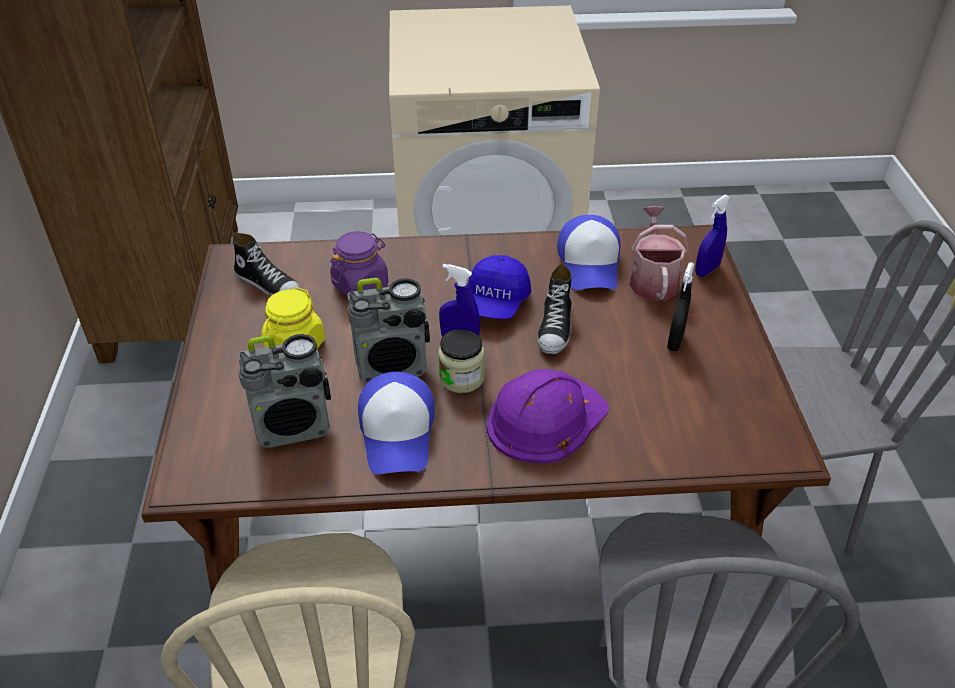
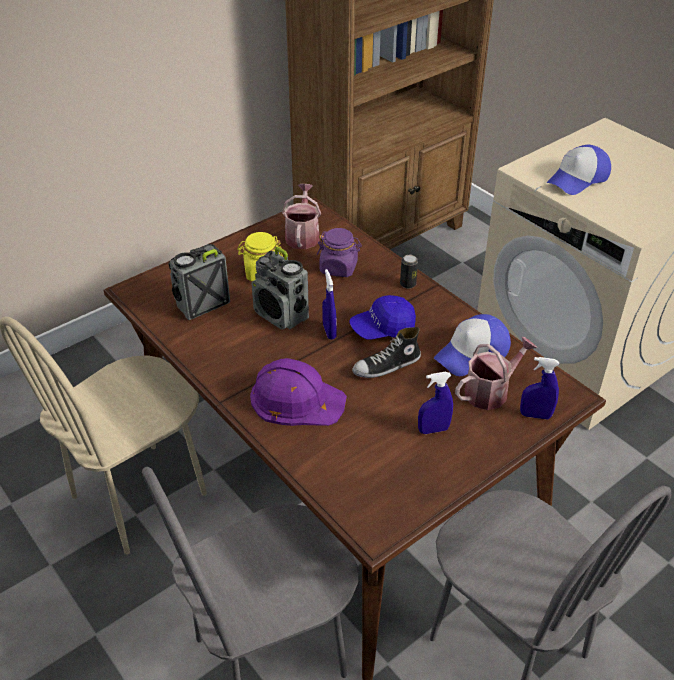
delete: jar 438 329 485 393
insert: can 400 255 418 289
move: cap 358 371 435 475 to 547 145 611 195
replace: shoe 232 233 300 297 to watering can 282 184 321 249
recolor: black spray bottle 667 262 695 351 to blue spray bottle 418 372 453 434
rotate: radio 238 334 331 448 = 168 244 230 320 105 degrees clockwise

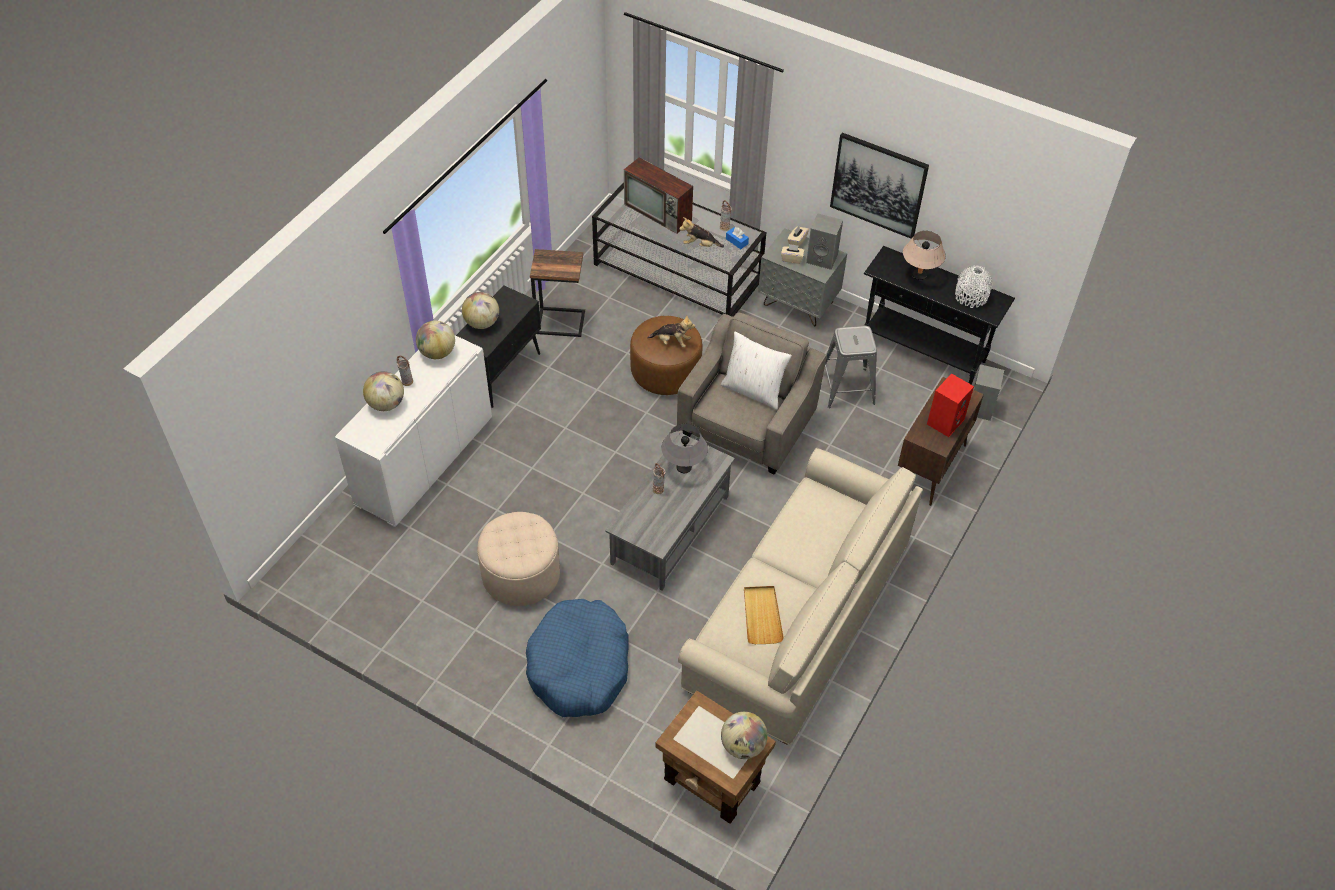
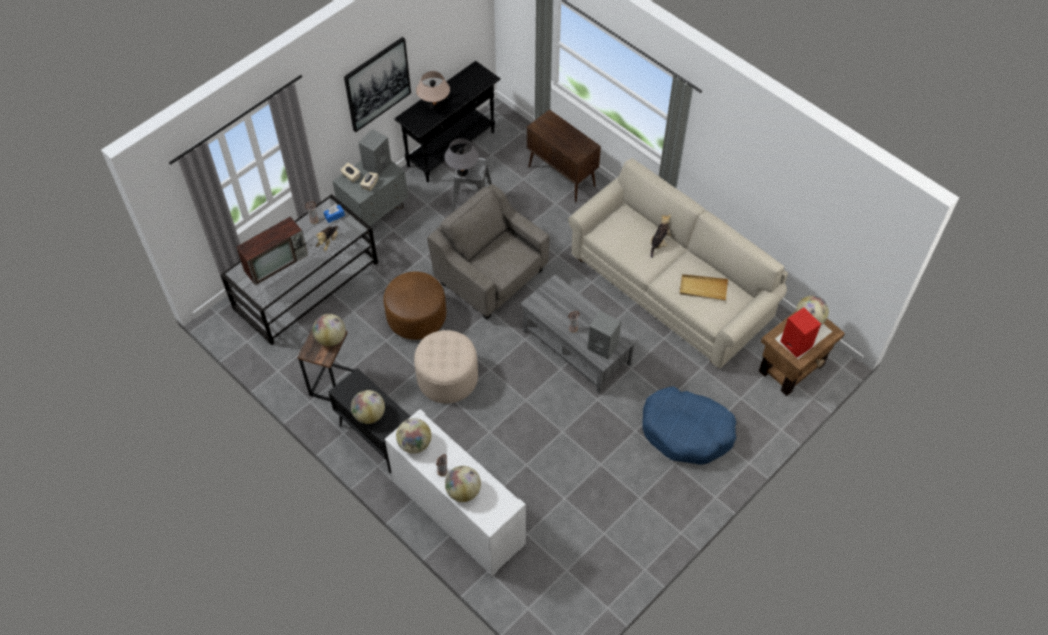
delete: white pillow 721 332 792 410; white vase 955 265 993 308
insert: globe 312 314 346 346
move: beige ottoman 477 512 560 606 to 414 330 478 403; grey table lamp 661 424 708 473 to 444 138 479 176; grey speaker 973 364 1004 421 to 587 311 621 359; plush toy 648 316 695 347 to 650 215 671 258; red speaker 927 373 974 437 to 780 308 821 358

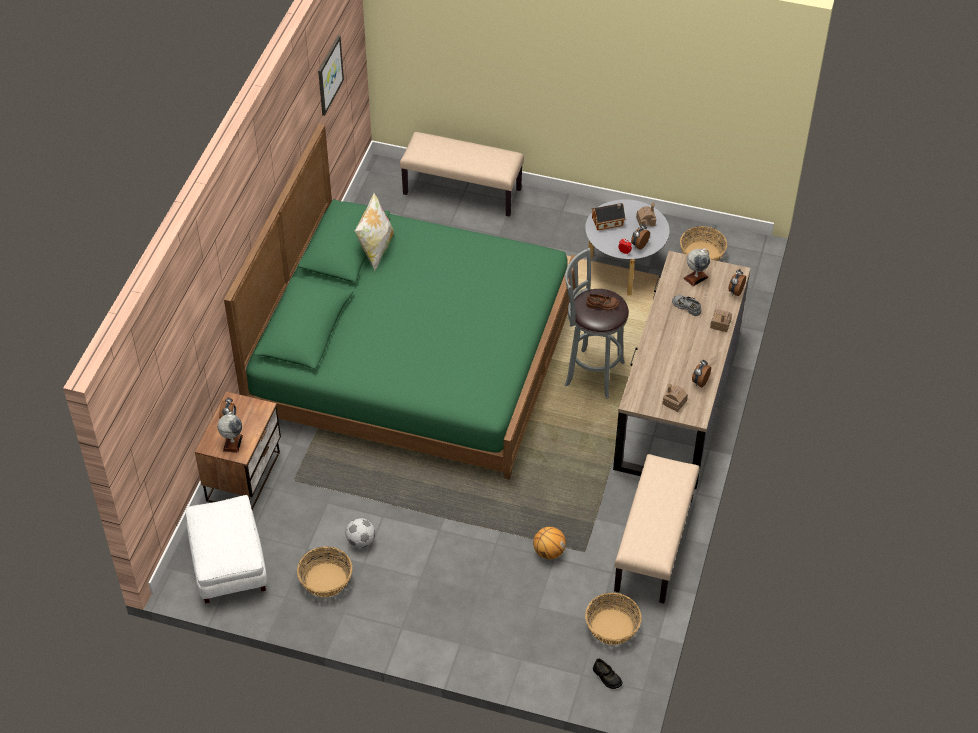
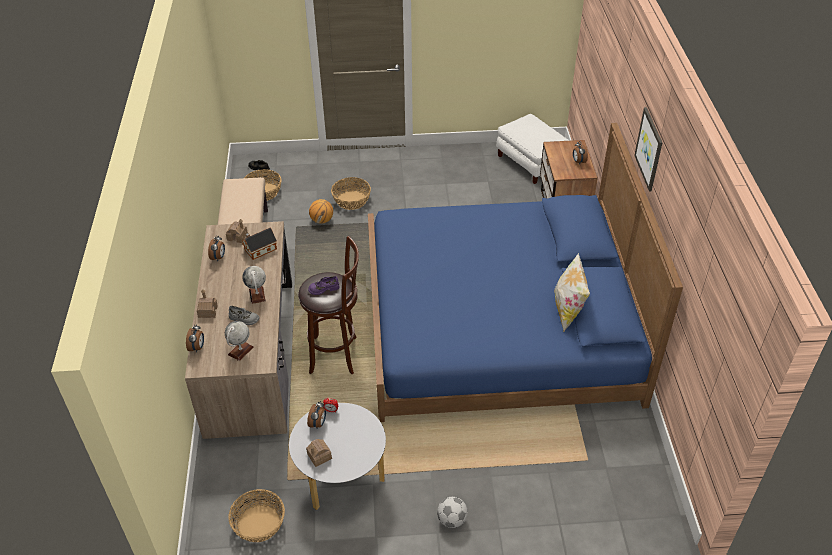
delete: beige bench 400 132 524 217
move: toy house 592 203 625 230 to 242 228 277 260; globe 217 412 243 453 to 242 266 266 304; basket 297 546 352 597 to 331 177 371 210; football 346 518 375 548 to 437 497 468 528; picture 318 35 344 116 to 634 107 662 192
recolor: grey stool 565 248 629 399 to brown stool 298 236 359 374; brown shoe 586 294 619 311 to purple shoe 308 276 339 295; green bed 224 124 576 480 to blue bed 368 123 683 422

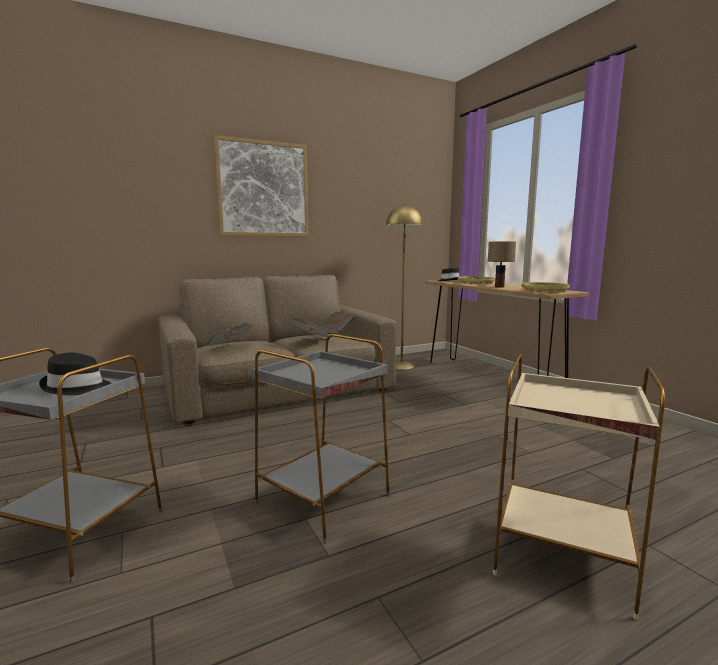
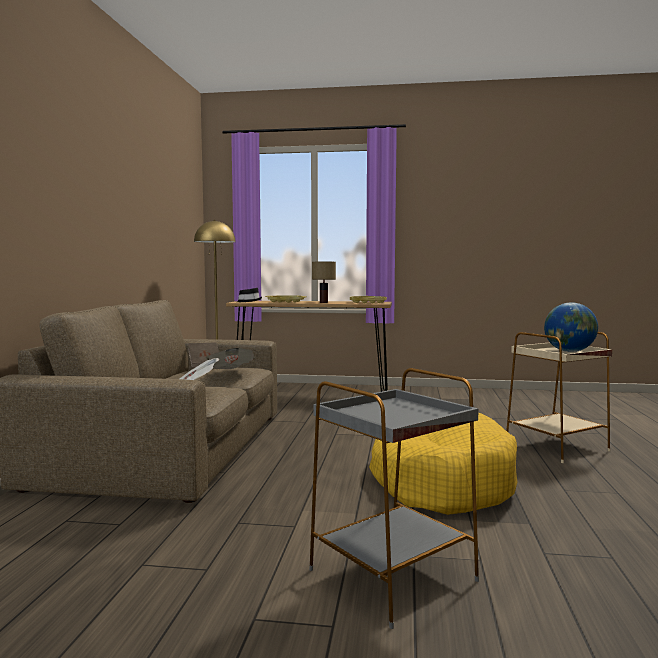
delete: black hat 39 353 112 395; picture 213 135 309 236
insert: globe 544 302 598 352
replace: grey side table 252 334 390 544 to yellow dog bed 369 413 518 515

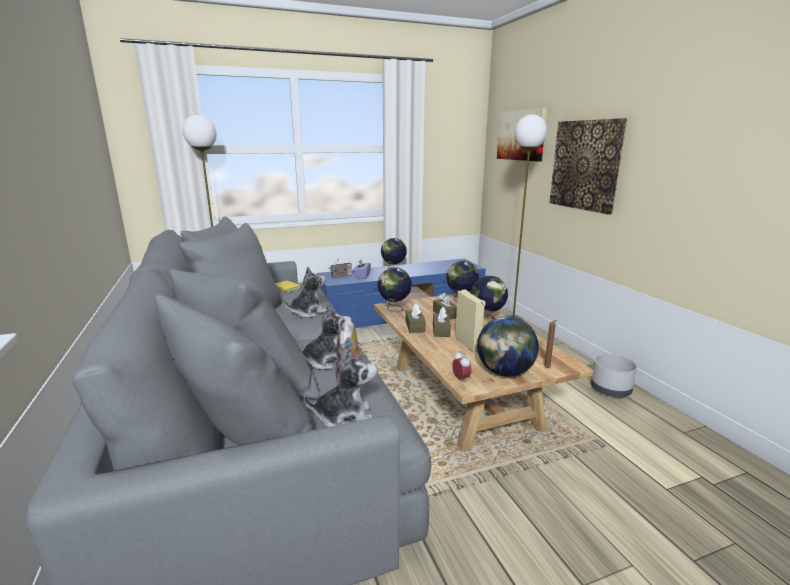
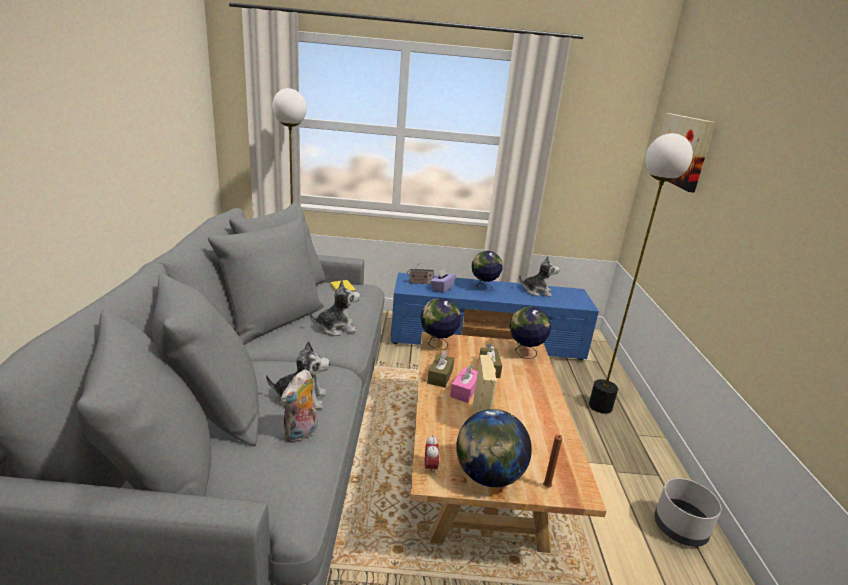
delete: globe 471 276 508 326; picture 549 118 627 215
move: plush toy 304 347 377 427 to 519 256 560 297
recolor: brown tissue box 433 307 451 337 to pink tissue box 450 364 478 403

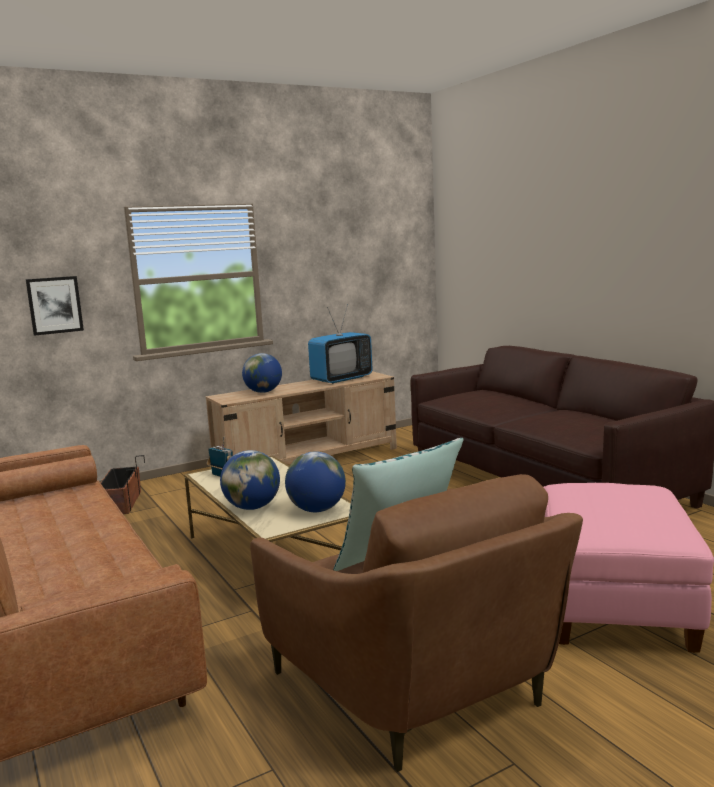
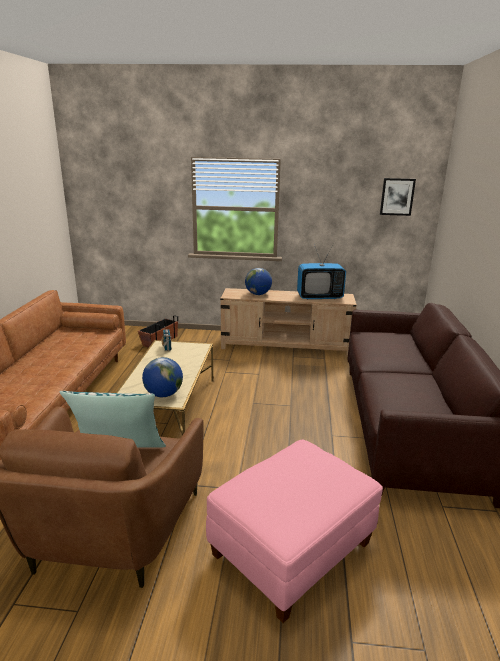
delete: globe 220 450 280 510
move: picture 25 276 84 336 to 380 178 416 216

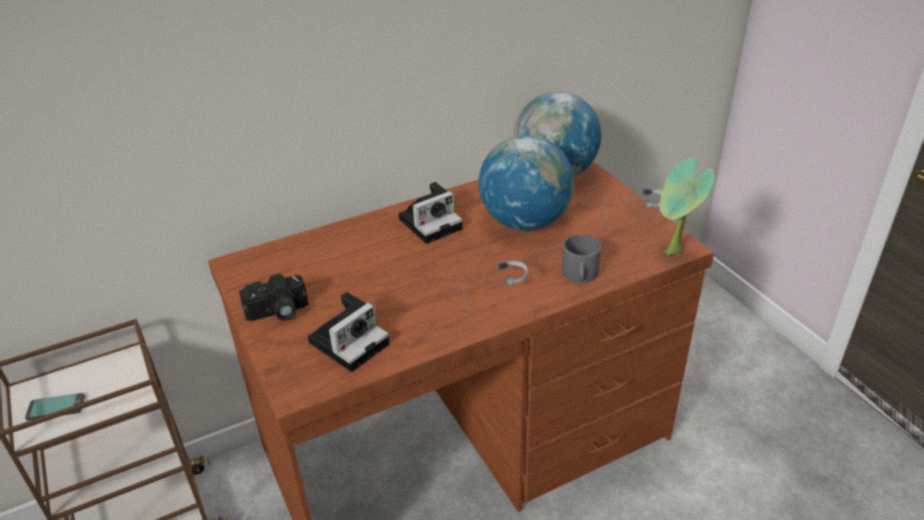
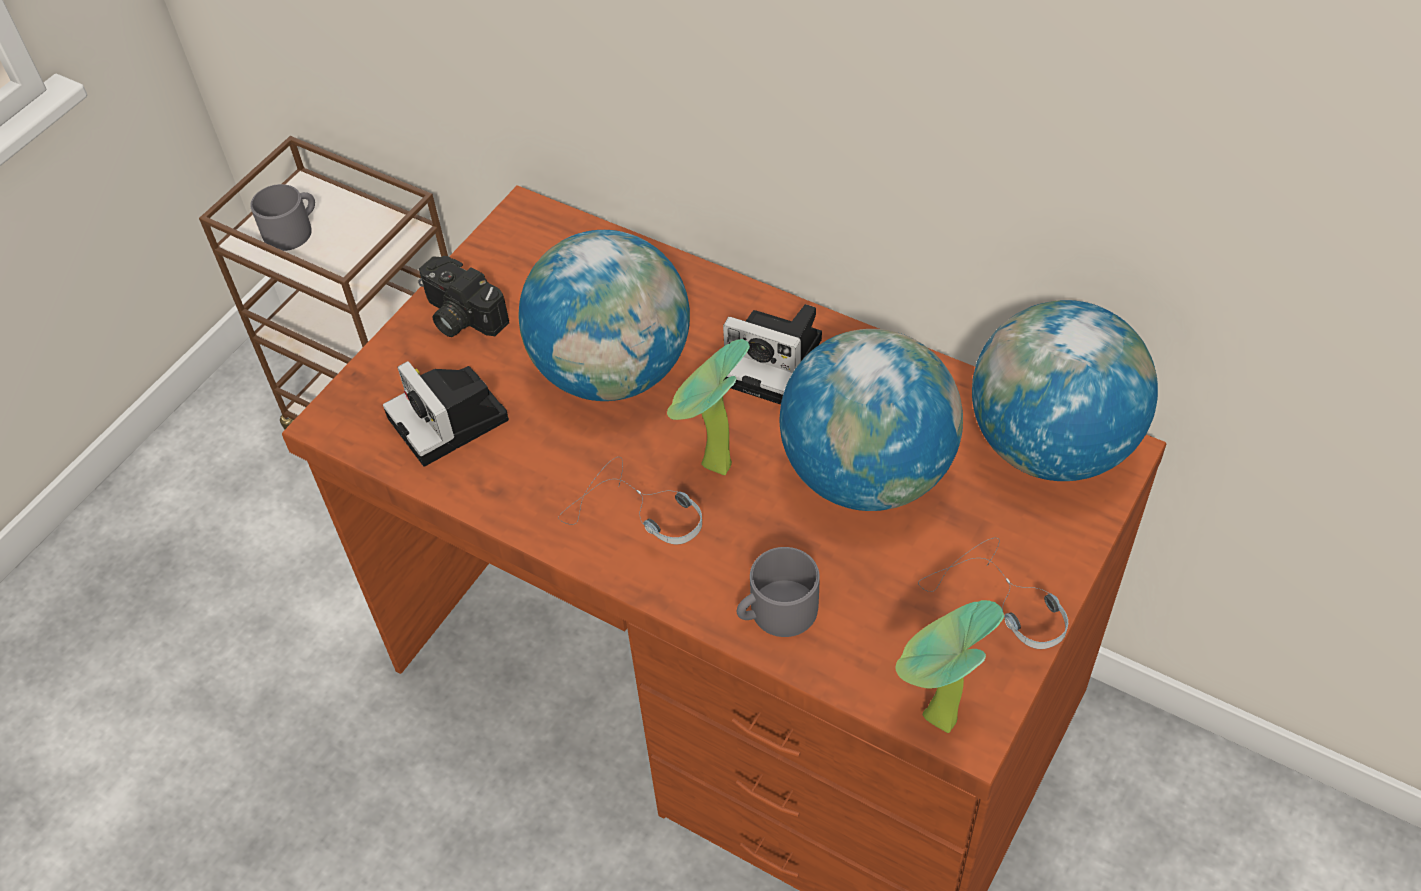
insert: globe 519 230 690 401; potted plant 667 339 750 475
replace: phone 25 393 85 421 to grey mug 250 184 315 251
rotate: photo camera 308 292 390 372 = 383 361 509 466 45 degrees clockwise

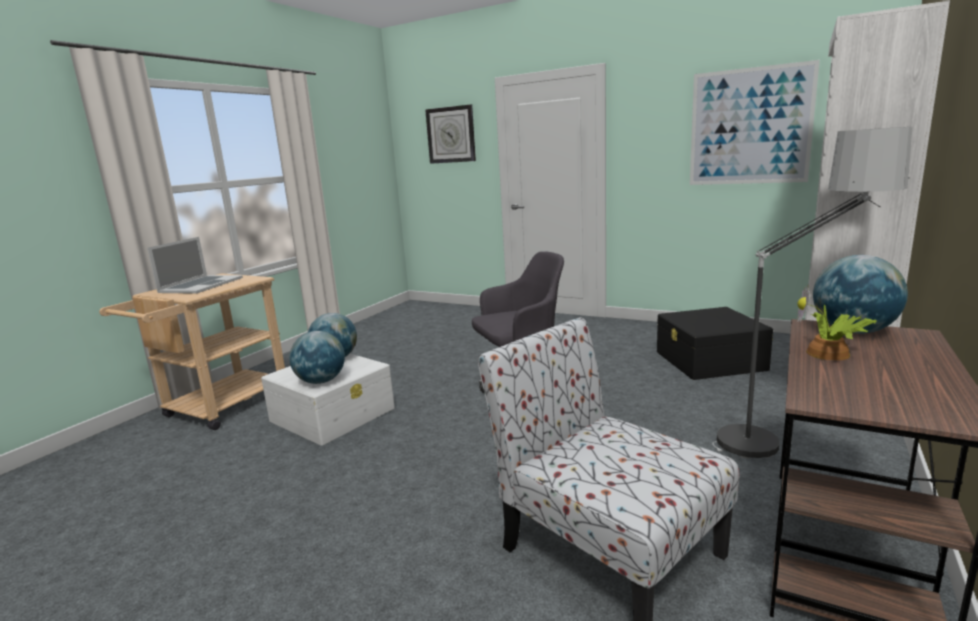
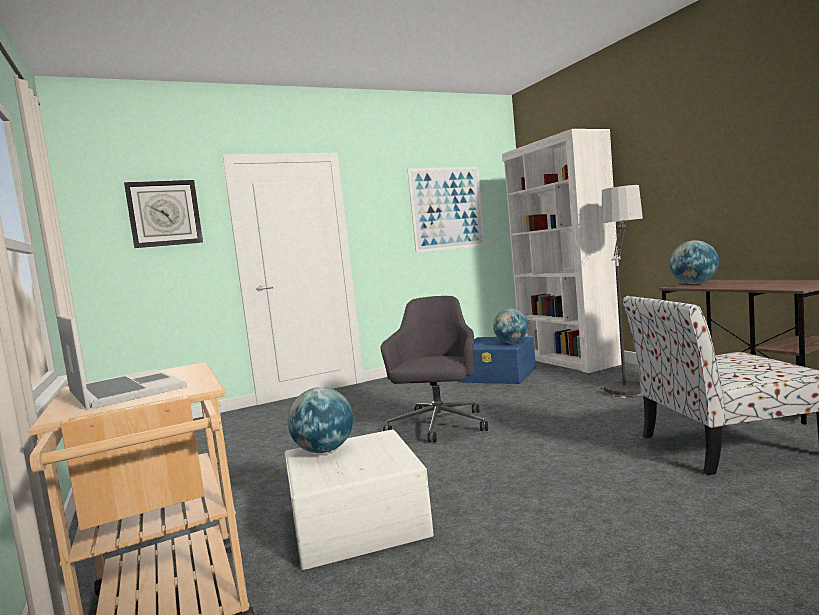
delete: potted plant 797 286 877 361
move: globe 289 331 345 384 to 493 309 528 343
recolor: black storage box 657 307 773 380 to blue storage box 459 336 536 384

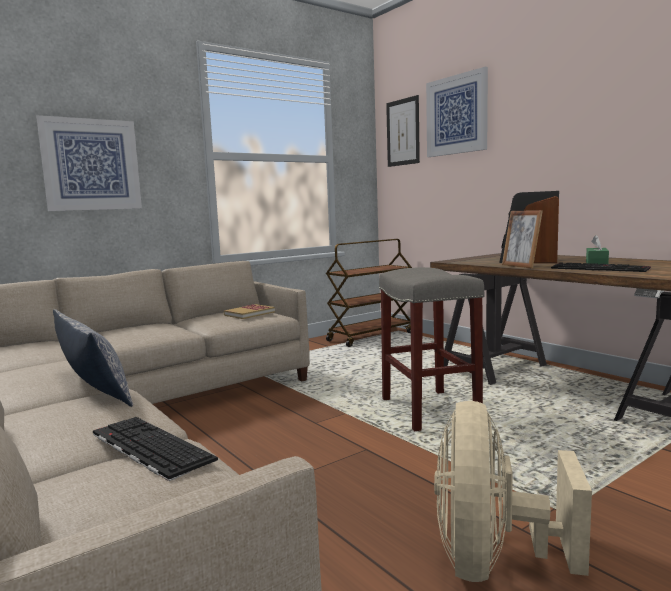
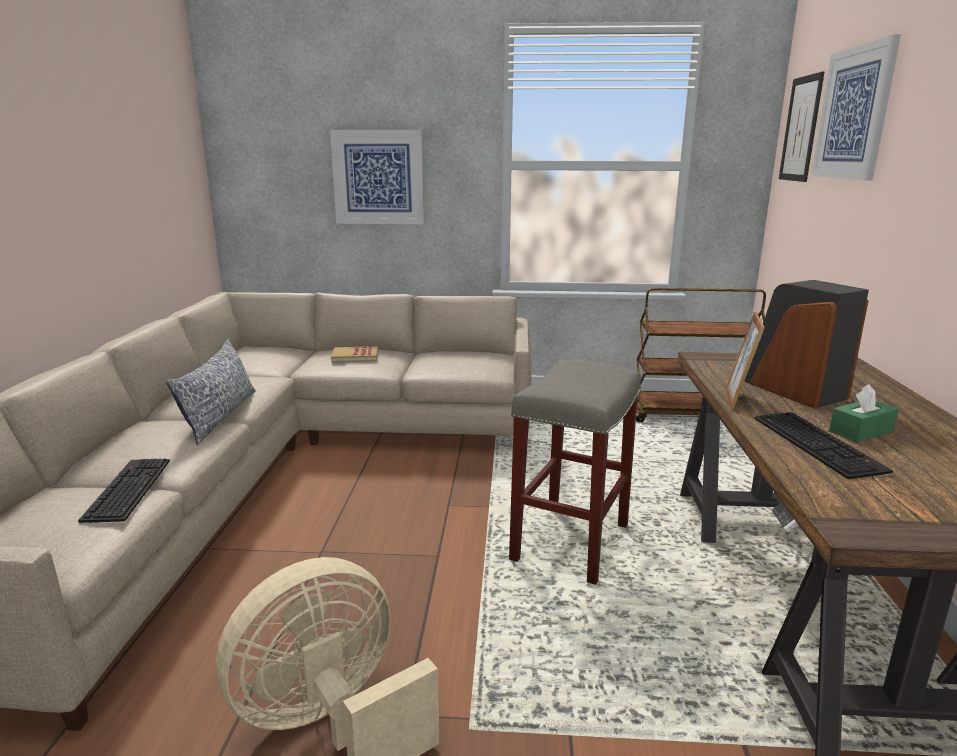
move: book 224 304 275 319 to 331 346 378 363

